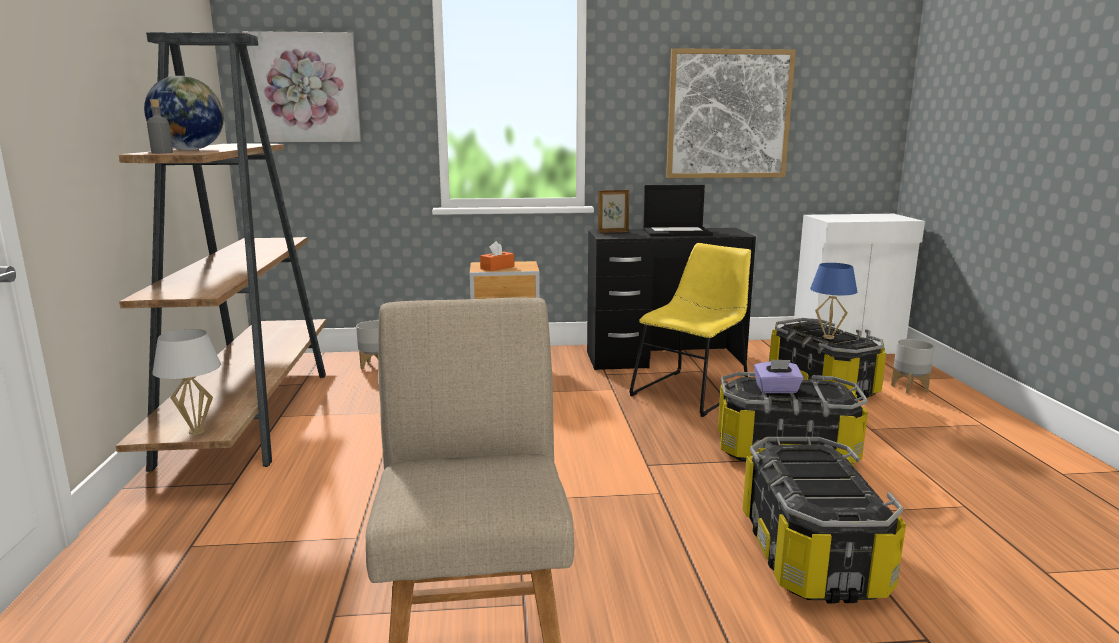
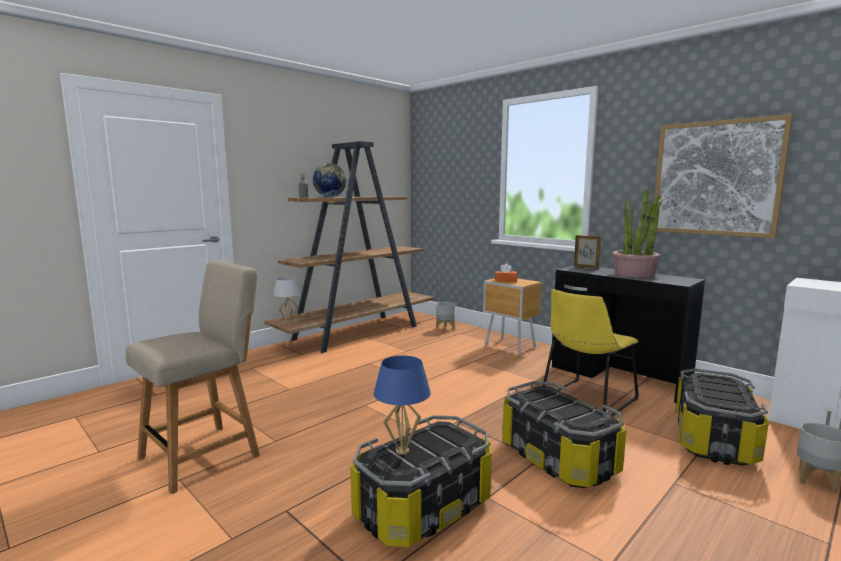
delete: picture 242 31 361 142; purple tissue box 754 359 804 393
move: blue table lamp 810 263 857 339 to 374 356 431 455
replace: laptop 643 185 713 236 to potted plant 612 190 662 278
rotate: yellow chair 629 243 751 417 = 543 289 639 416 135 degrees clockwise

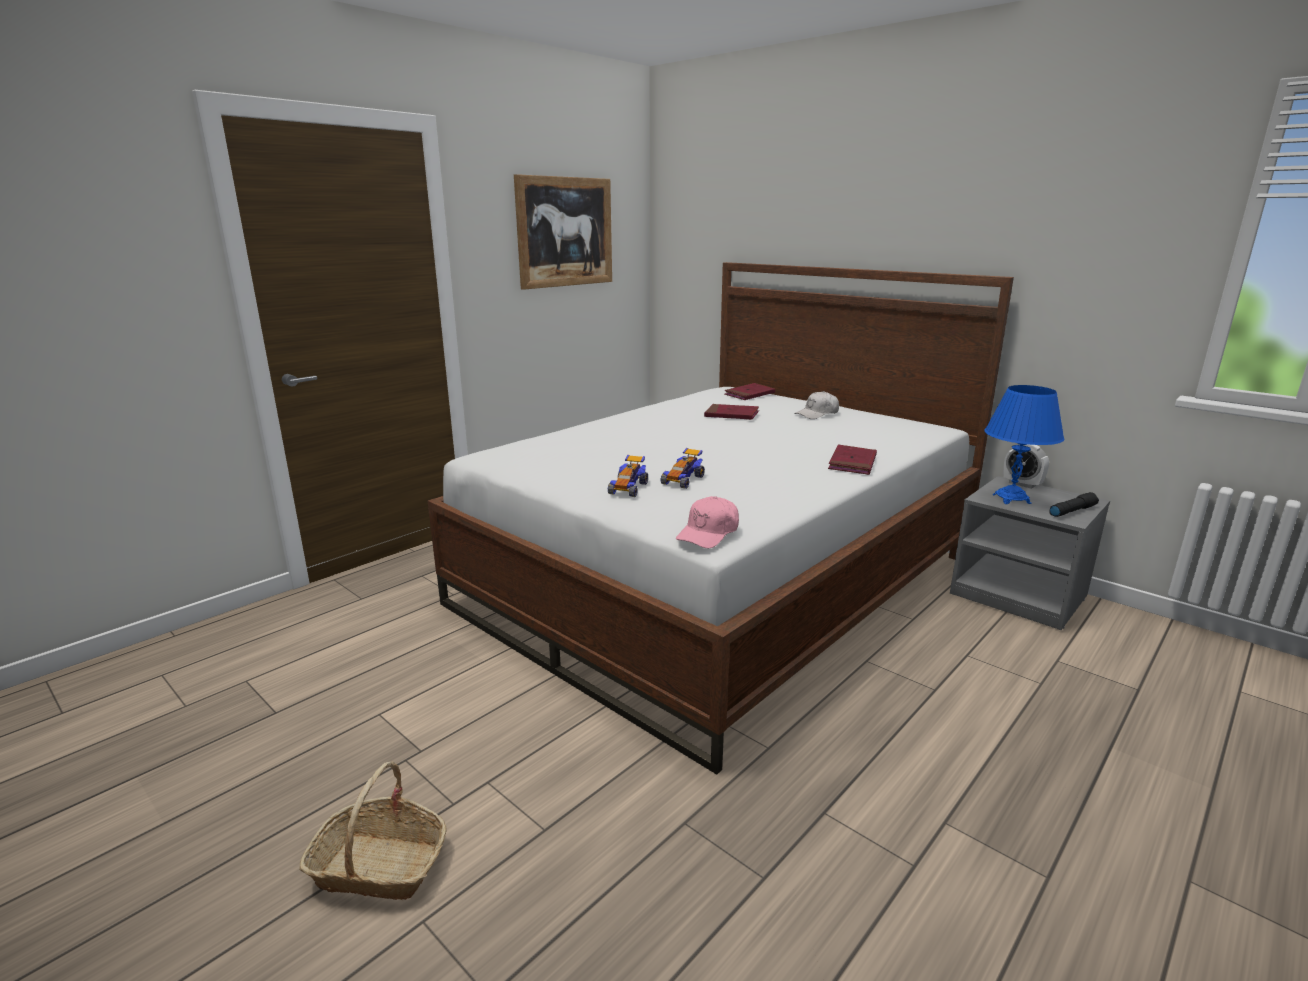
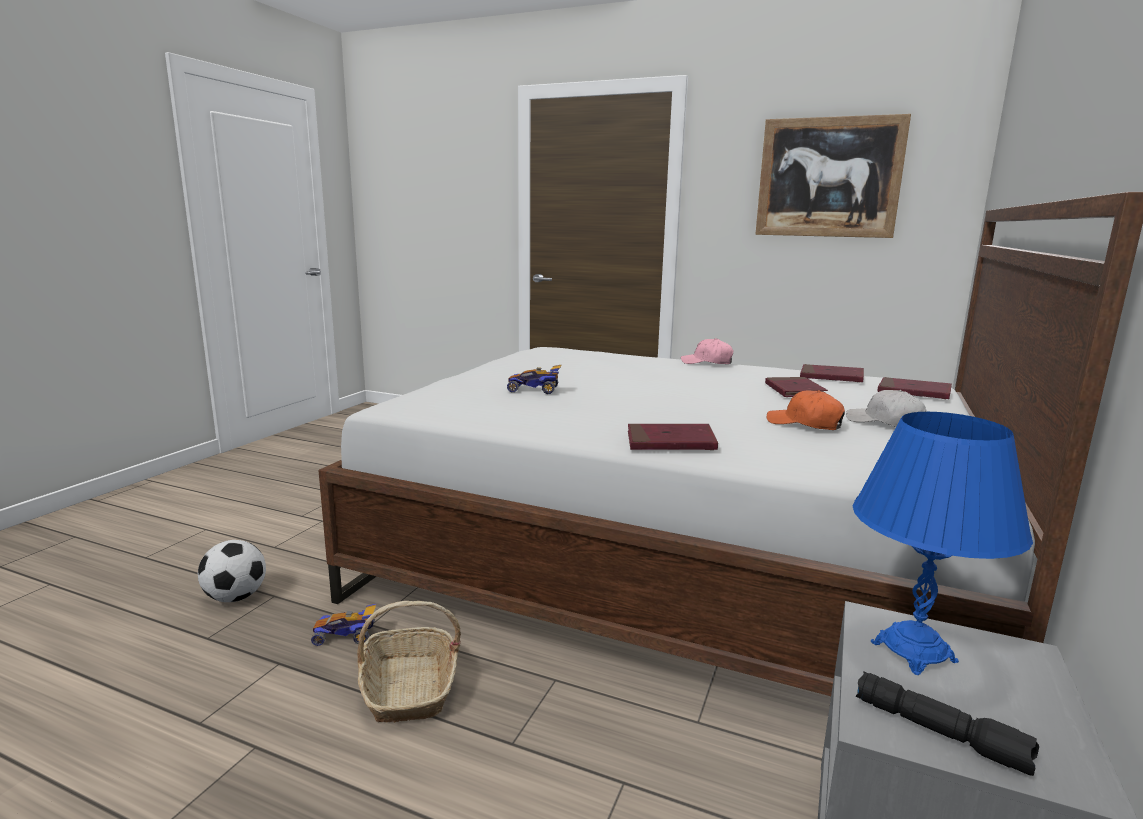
delete: alarm clock 1003 444 1049 489
insert: football 198 540 266 602; orange cap 767 390 845 430; red book 800 364 864 382
move: toy car 608 455 648 497 to 311 603 377 646; basket 299 762 447 900 to 357 601 461 723; pink cap 676 496 739 549 to 681 338 734 364

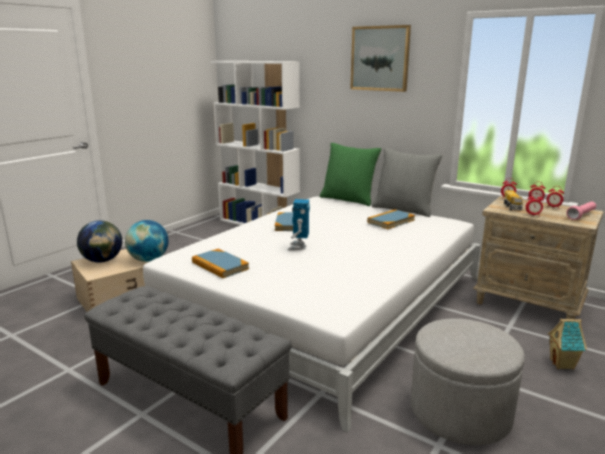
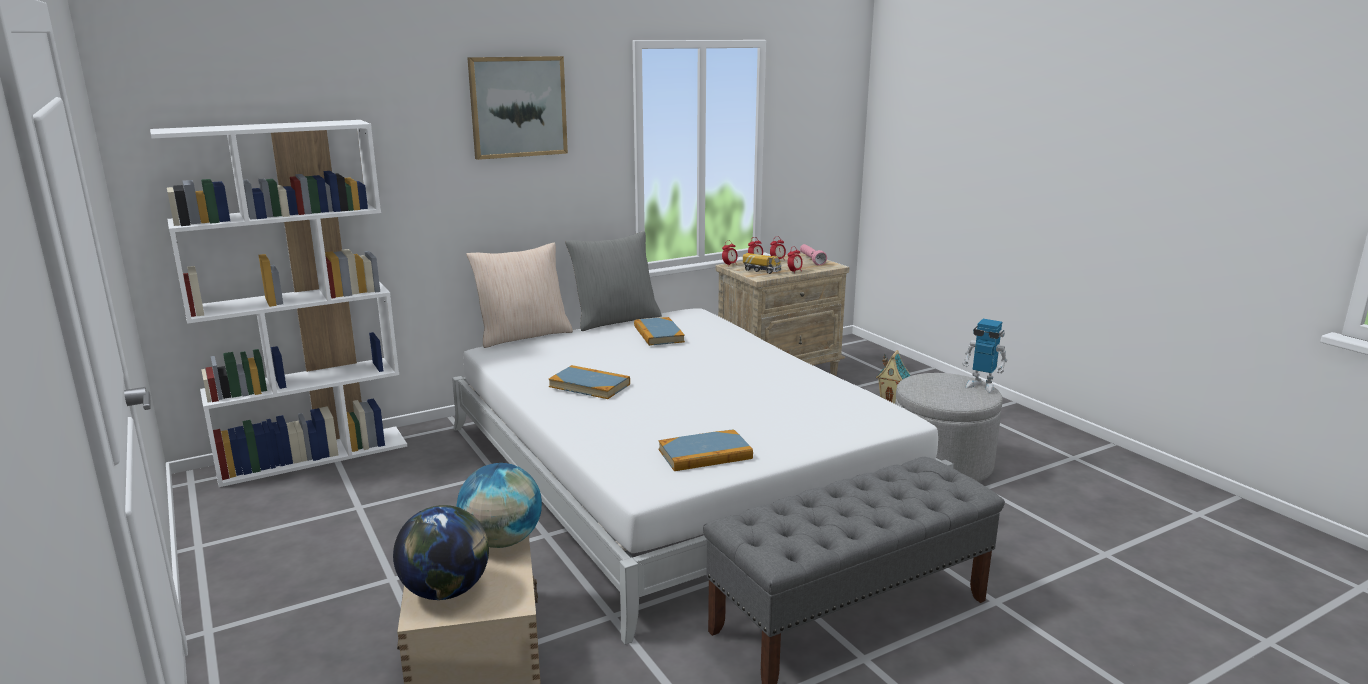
move: toy robot 287 199 310 251 to 962 319 1007 393
recolor: green pillow 320 143 382 206 to beige pillow 466 242 573 348

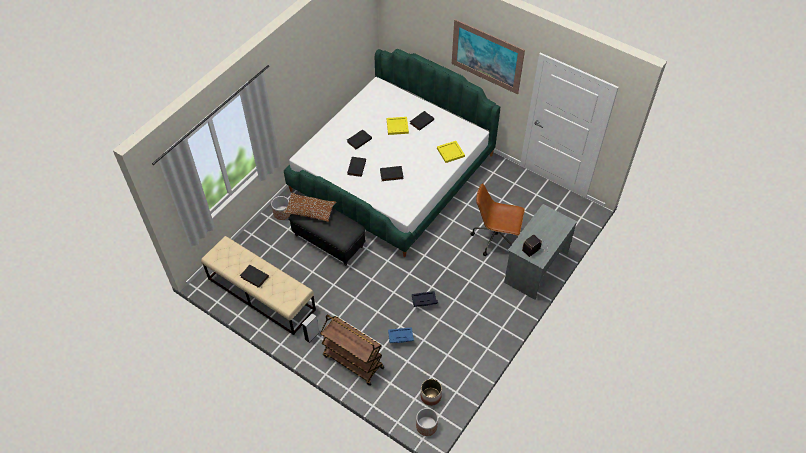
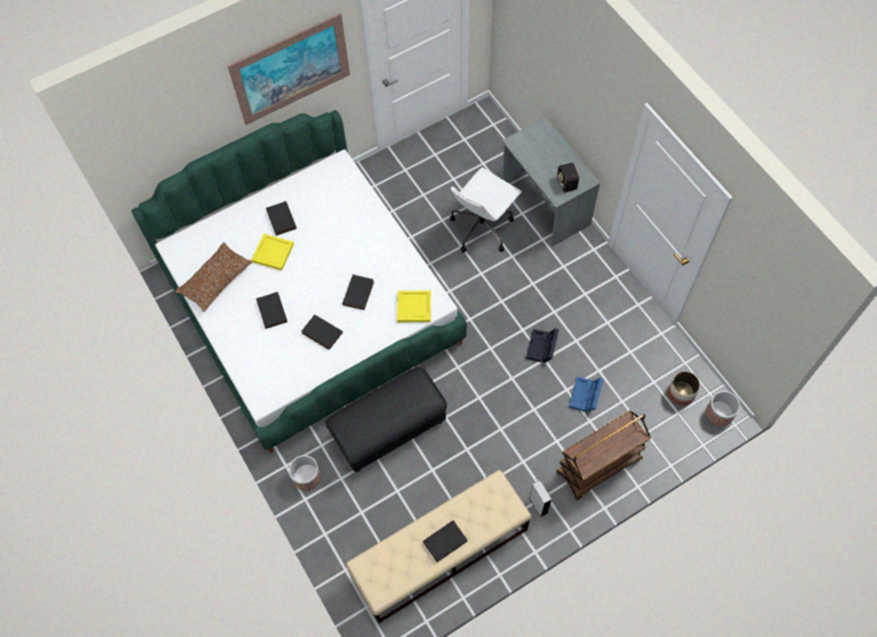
move: brown pillow 283 193 336 222 to 175 242 252 312; yellow tray 437 141 465 163 to 397 291 431 322
recolor: brown office chair 471 183 525 256 to white office chair 450 167 522 253

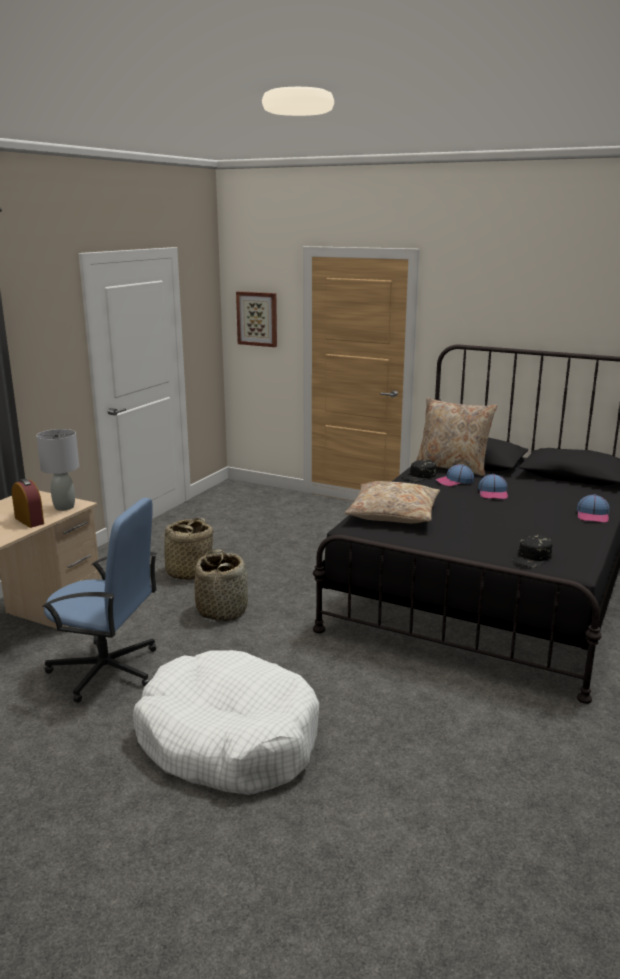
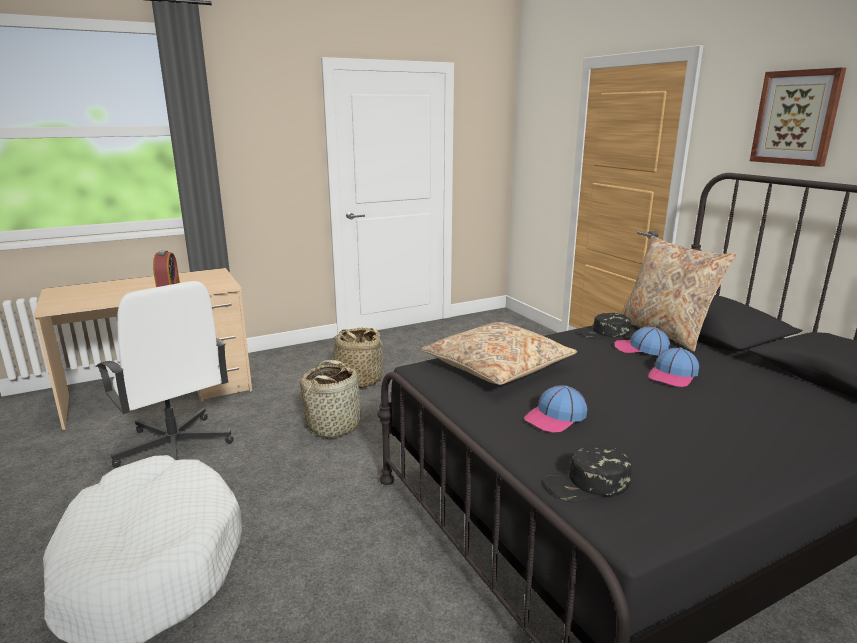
delete: grey table lamp 36 429 79 511
move: cap 577 494 610 523 to 524 385 588 433; picture 236 291 277 347 to 750 67 846 167
recolor: blue office chair 42 498 157 703 to white office chair 96 281 234 468

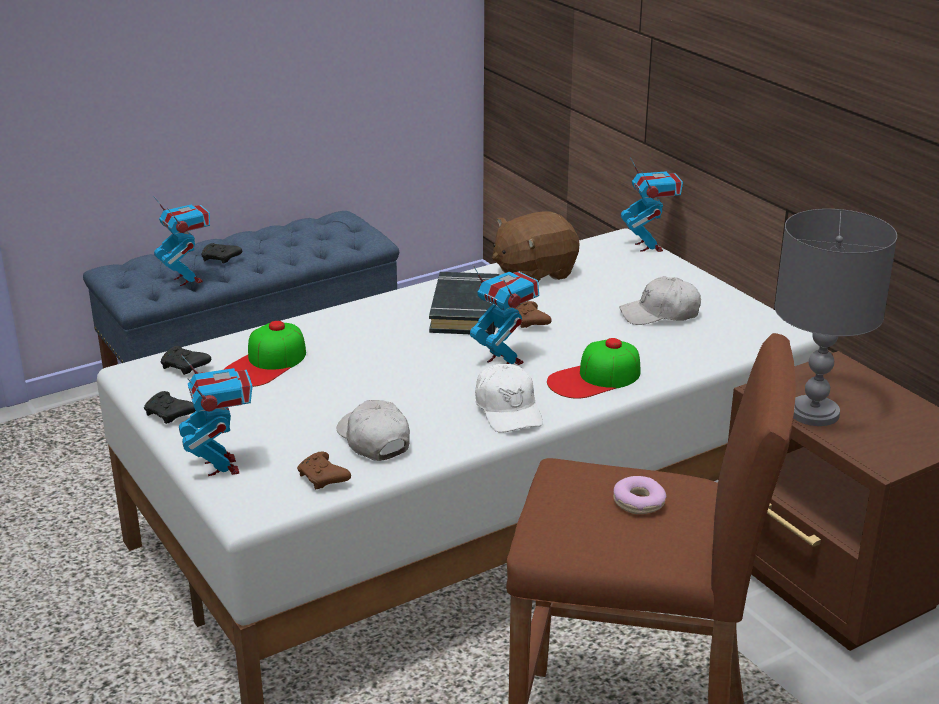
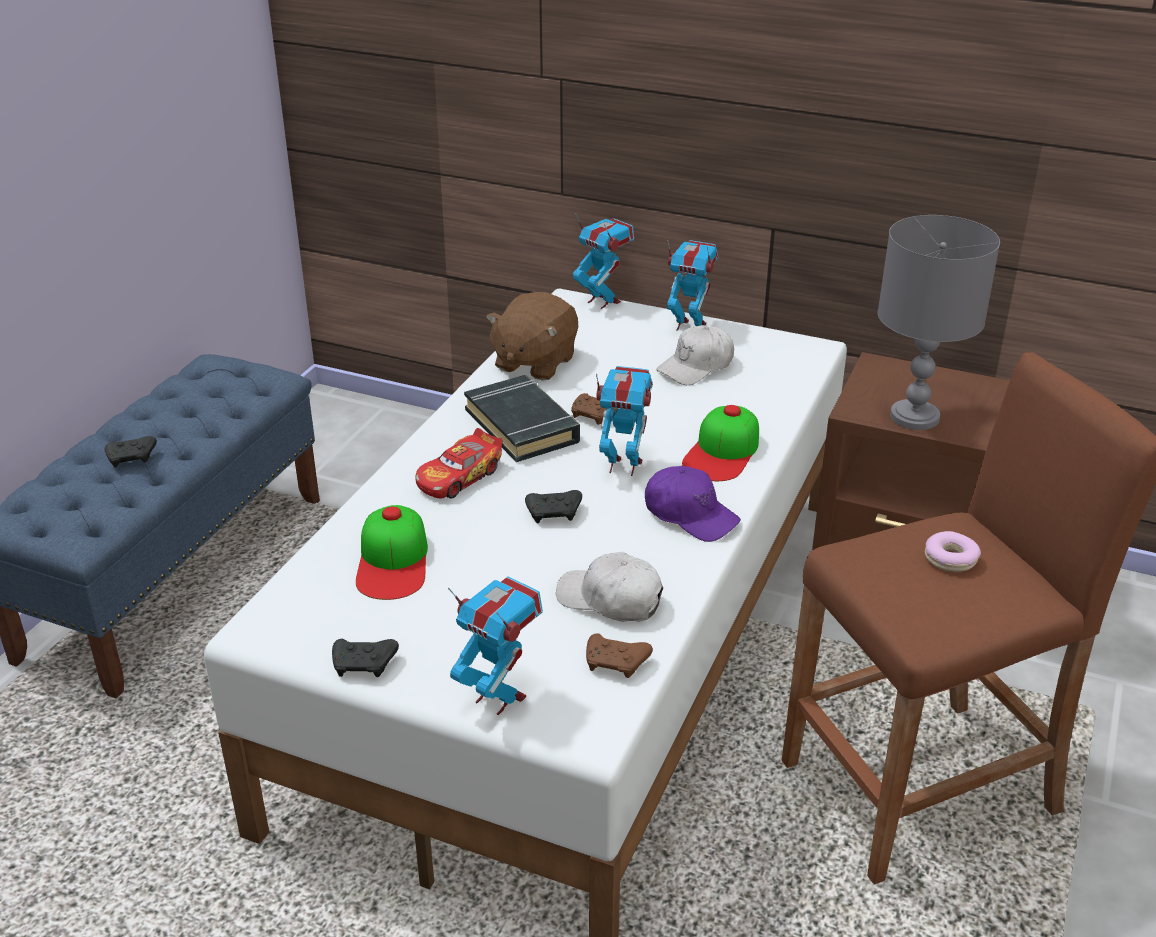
insert: toy car 415 428 503 499
move: black game controller 161 346 211 375 to 525 490 582 523; toy robot 153 196 210 286 to 667 240 719 331
recolor: white cap 475 364 543 433 to purple cap 645 466 741 542

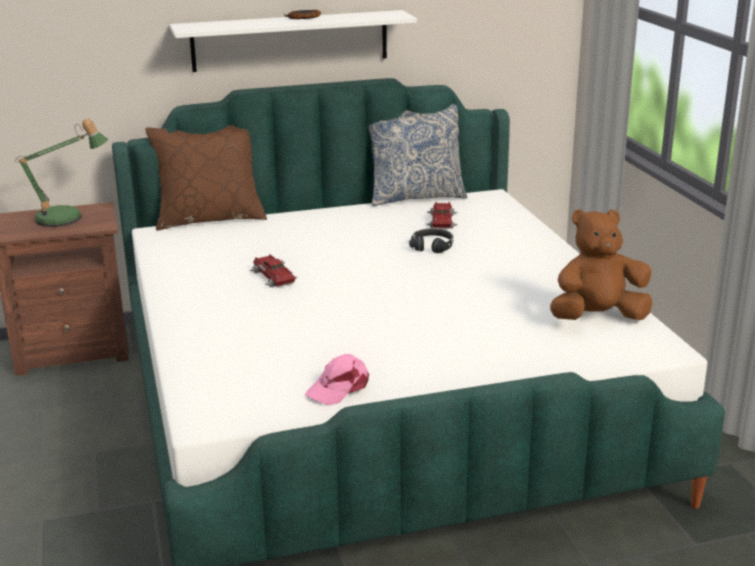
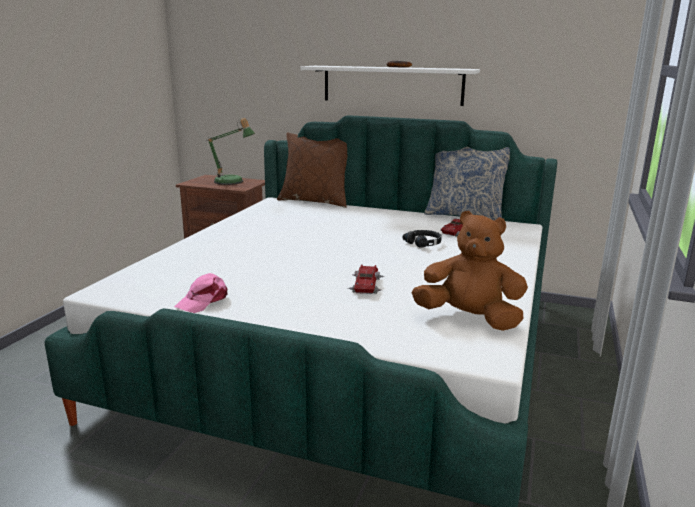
move: toy car 250 254 298 287 to 348 265 385 294
rotate: pink cap 305 354 369 405 = 174 273 228 313 45 degrees counterclockwise

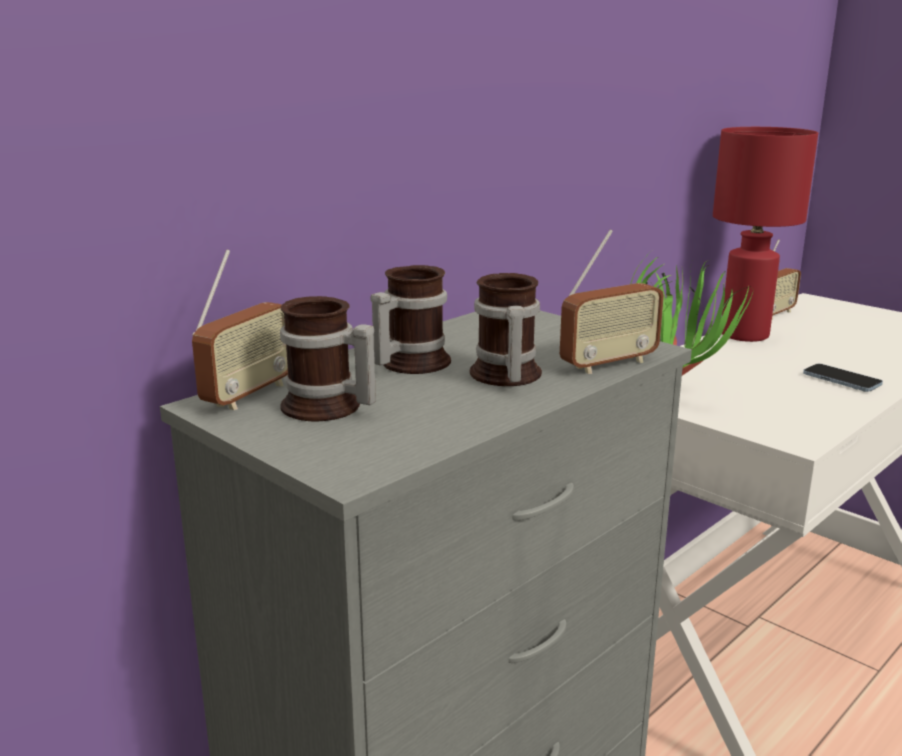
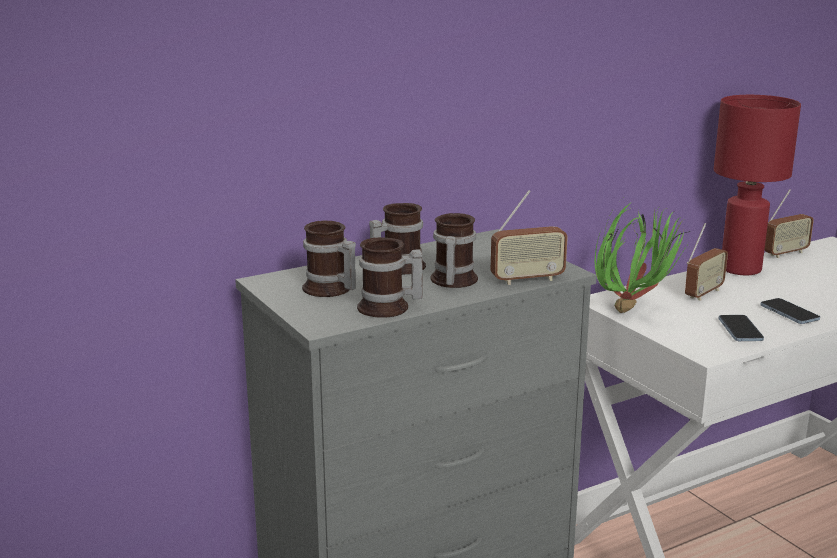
insert: mug 357 237 423 318; phone 719 315 764 342
move: radio 192 249 288 410 to 685 223 728 301

